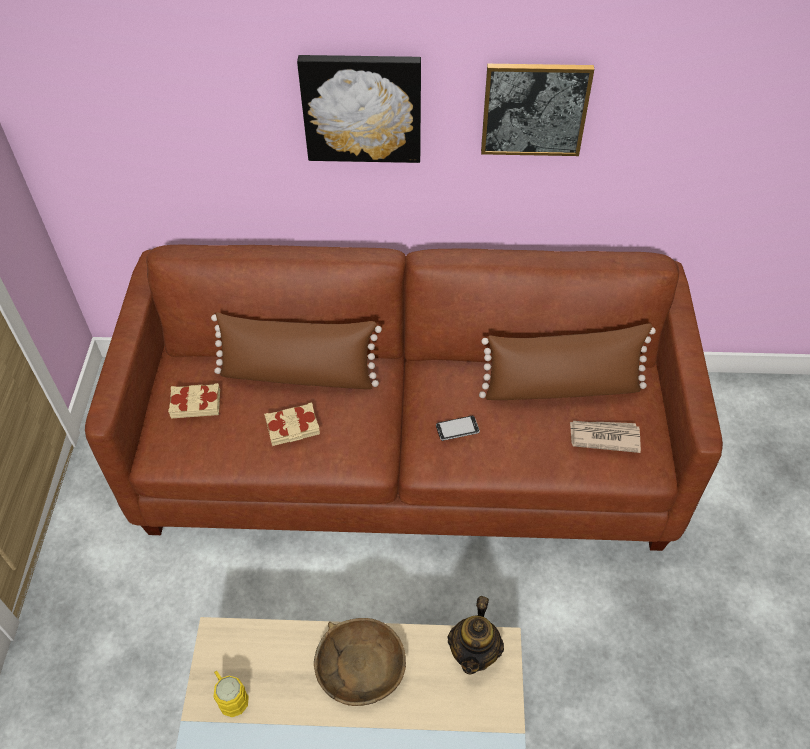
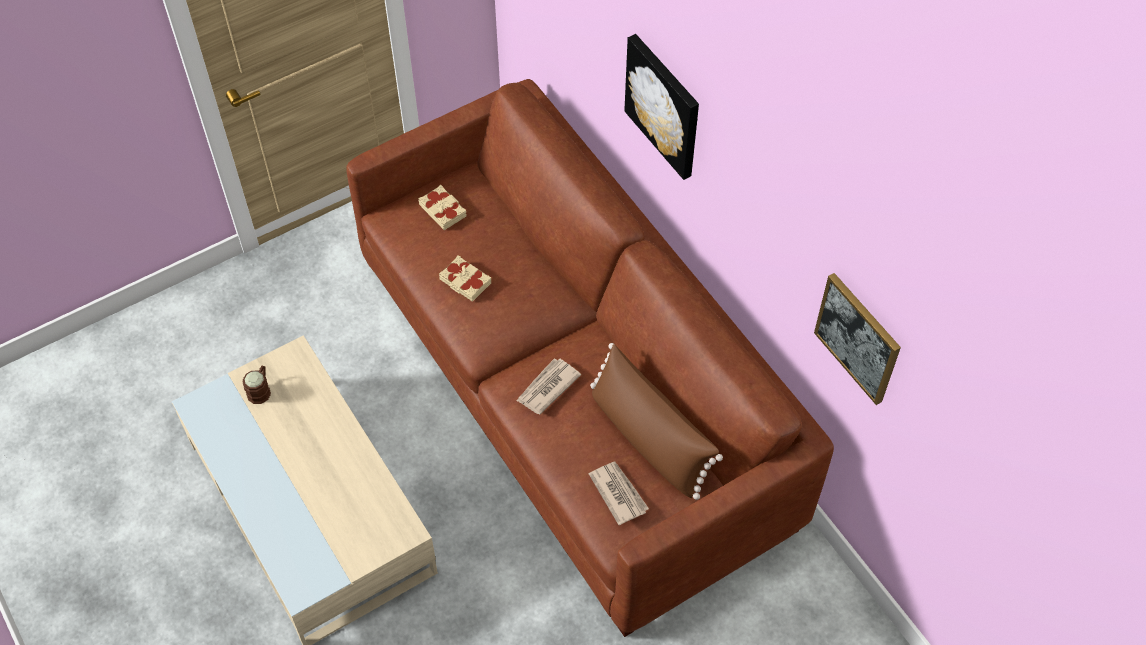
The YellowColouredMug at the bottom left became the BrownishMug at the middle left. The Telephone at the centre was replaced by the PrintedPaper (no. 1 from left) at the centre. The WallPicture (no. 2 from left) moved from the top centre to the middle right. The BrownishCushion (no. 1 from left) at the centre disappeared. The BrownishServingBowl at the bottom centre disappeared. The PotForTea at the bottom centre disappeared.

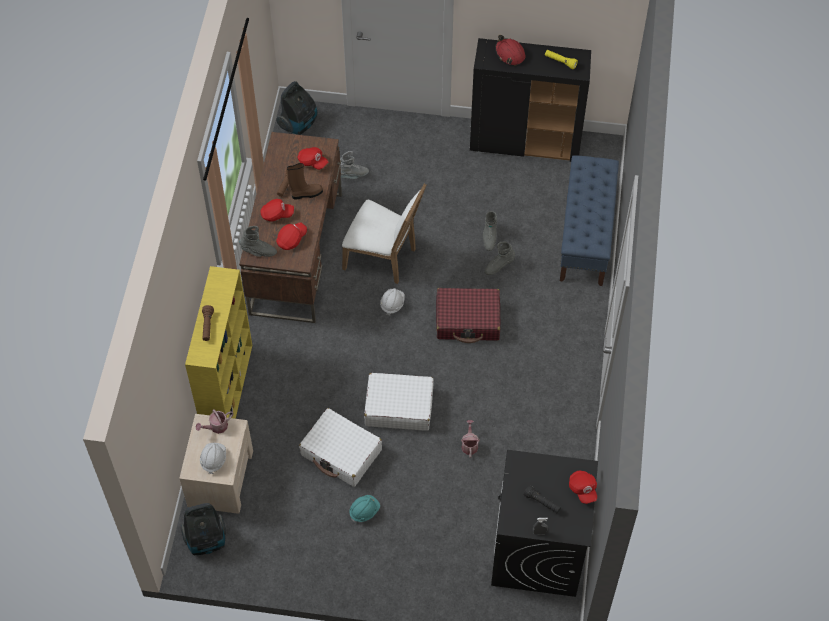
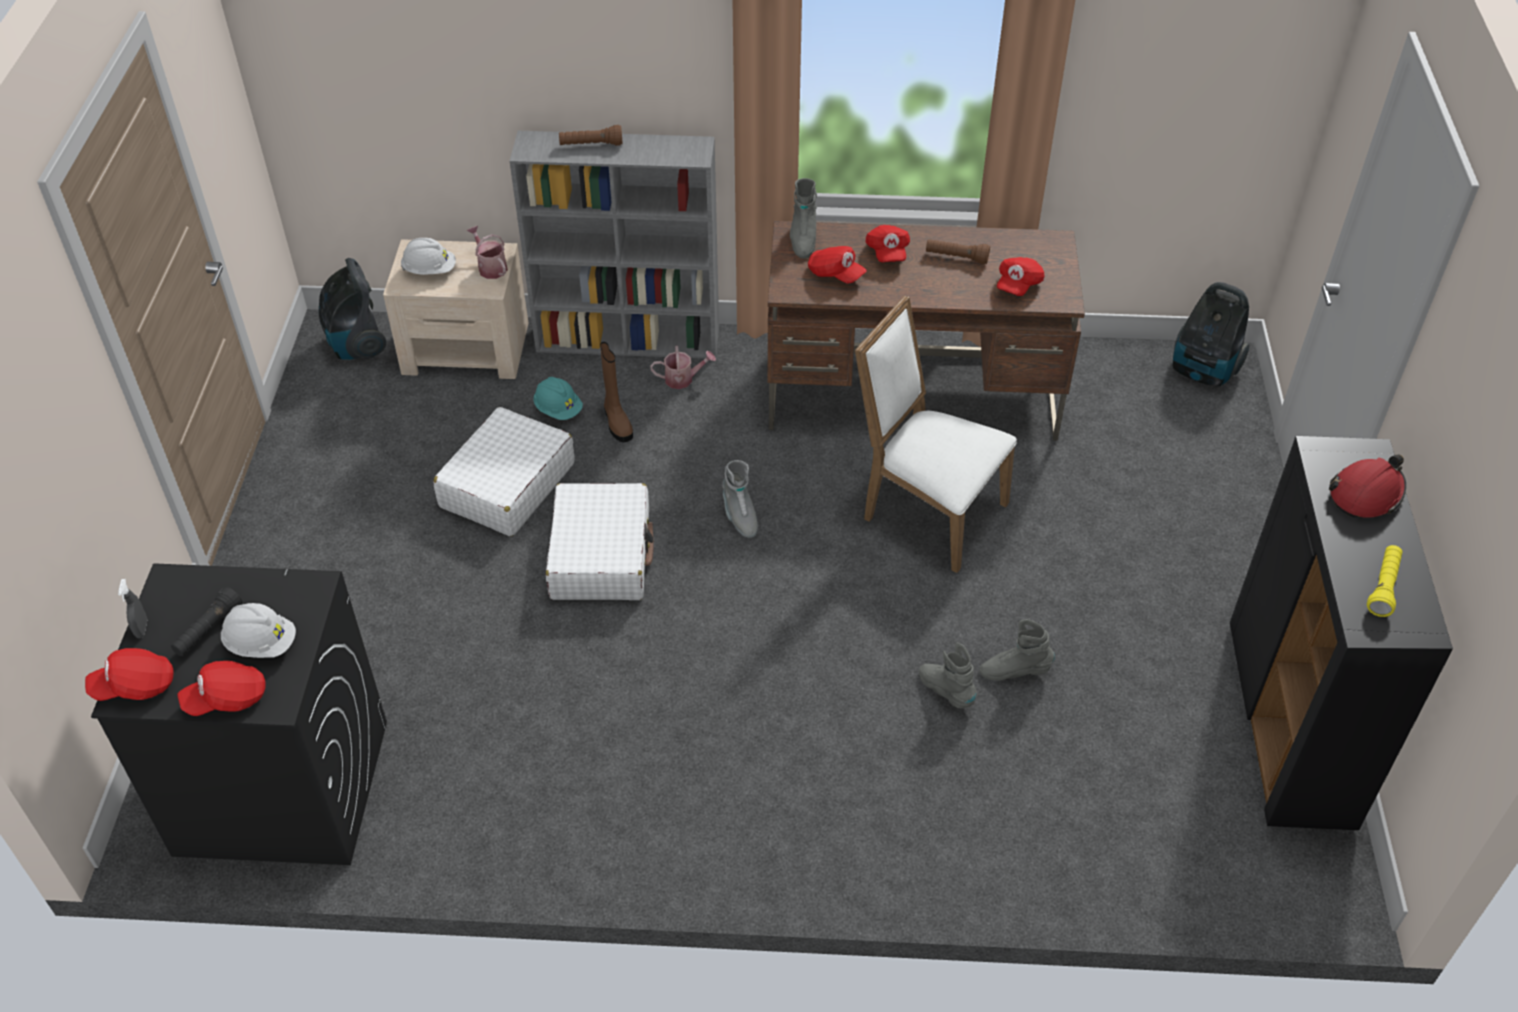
The ReddishCap (no. 1 from left) at the middle left appeared. The WhitishWorkHelmet (no. 2 from left in the first image) moved from the centre to the middle left. The YellowColouredShelvingUnit at the middle left became the GrayShelvingUnit at the top centre. The TurquoiseColouredWorkHelmet moved from the bottom centre to the centre. The BrownishHighTopBoot moved from the top centre to the centre. The SprinklingCan (no. 2 from left) moved from the bottom centre to the centre. The GrayHighTopBoot (no. 2 from left in the first image) moved from the top centre to the centre. The WhitishPlainChair at the centre turned 105 degrees clockwise. The ReddishSuitcase at the centre disappeared. The BluishBench at the middle right disappeared.

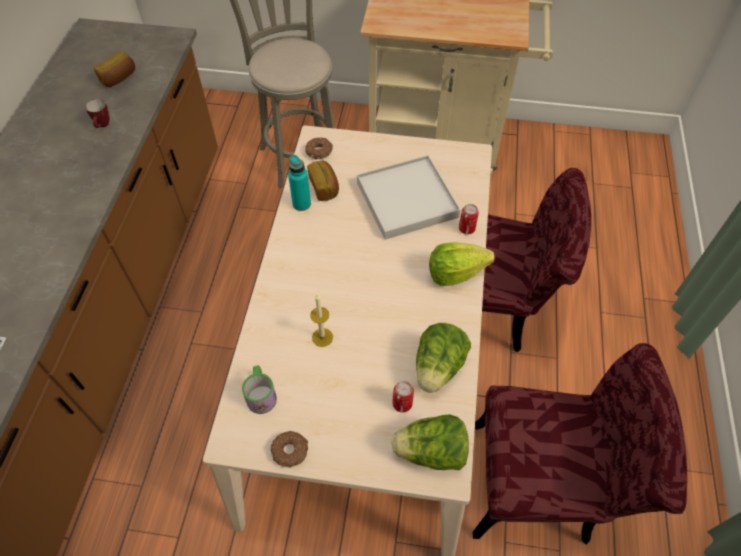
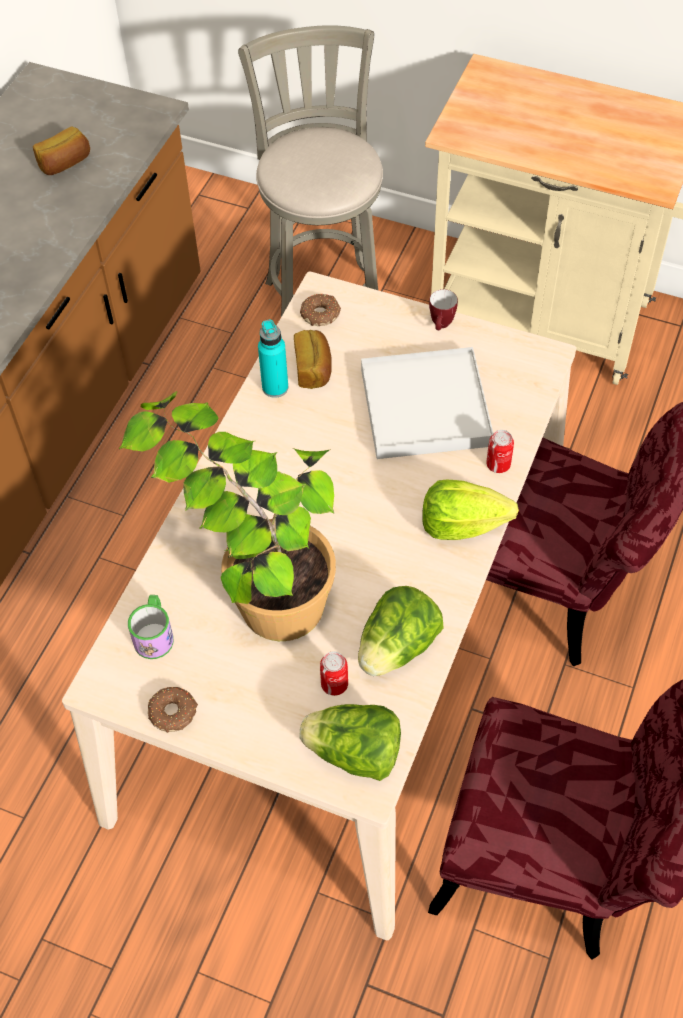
The WaxLight at the centre was replaced by the PlantInAPot at the middle left. The Mug (no. 1 from left in the first image) moved from the top left to the top centre.

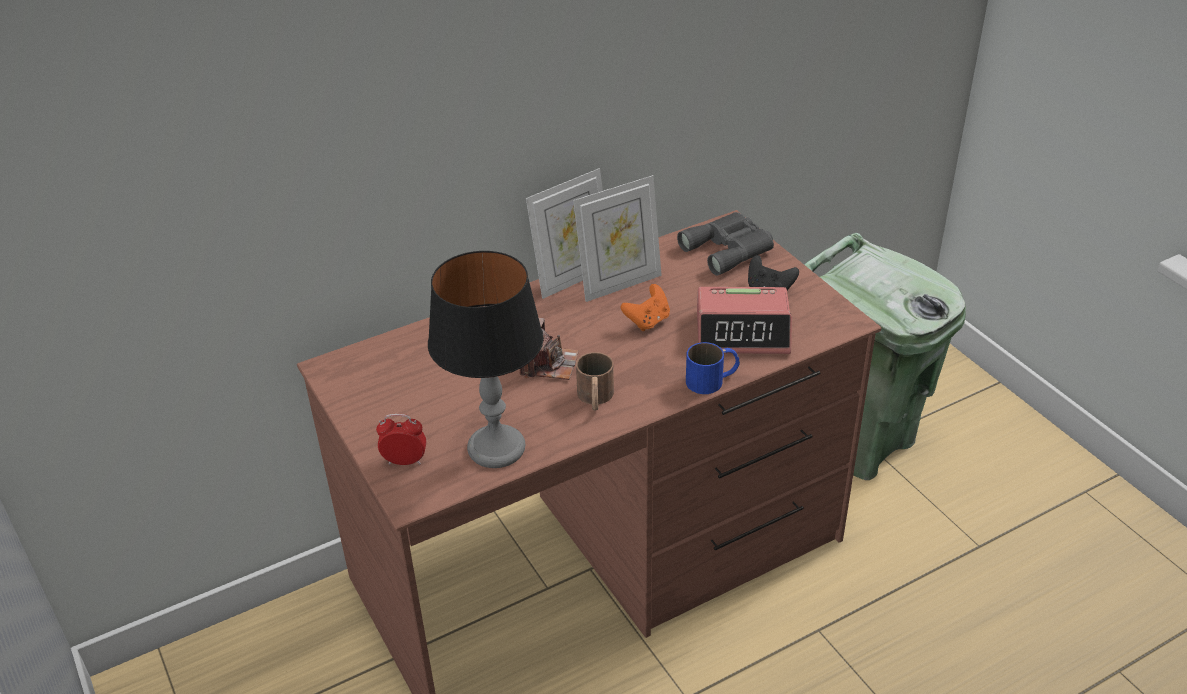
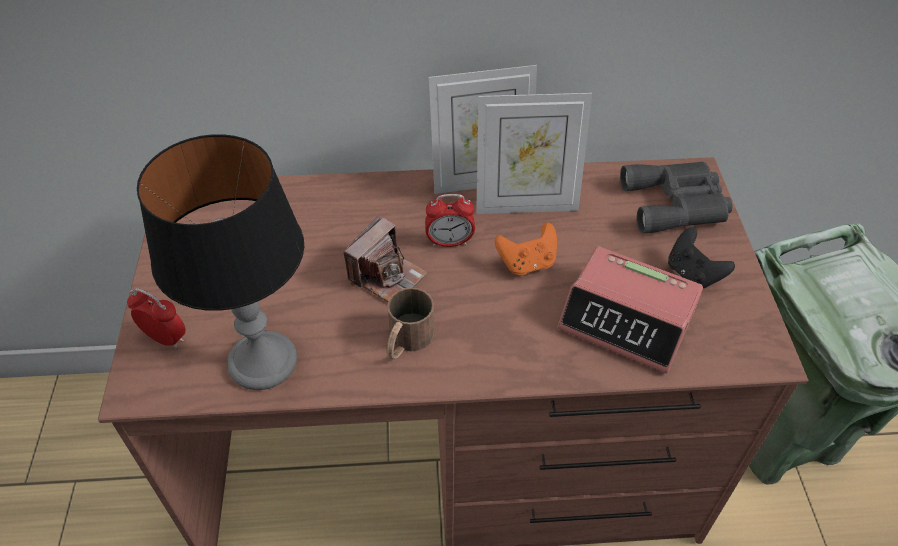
The BedsideClock (no. 2 from left) at the centre appeared. The BluishMug at the centre disappeared.

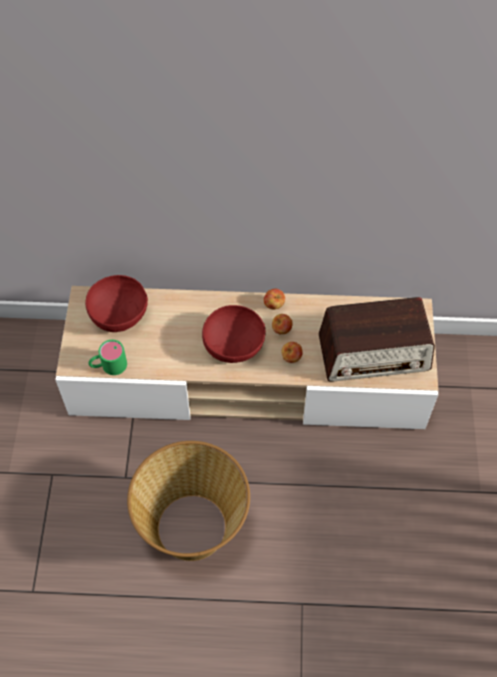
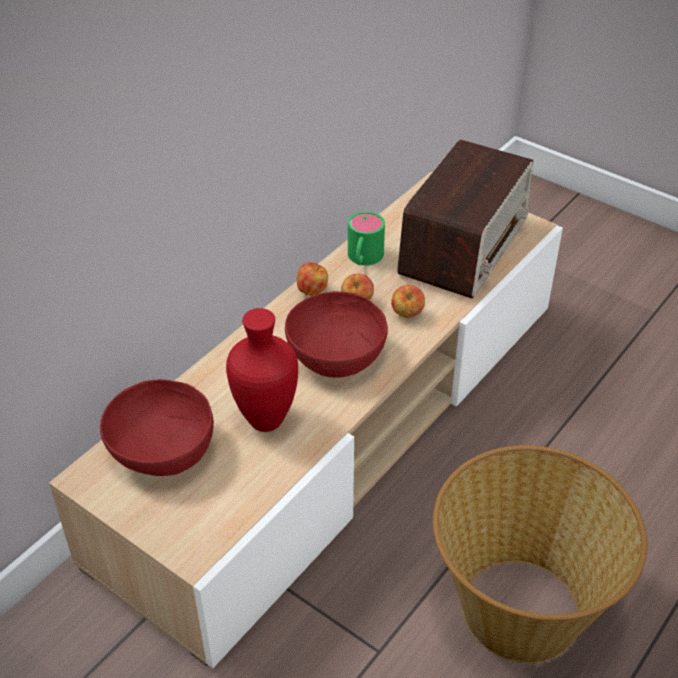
The ReddishVase at the centre appeared. The GreenColouredMug moved from the middle left to the centre.

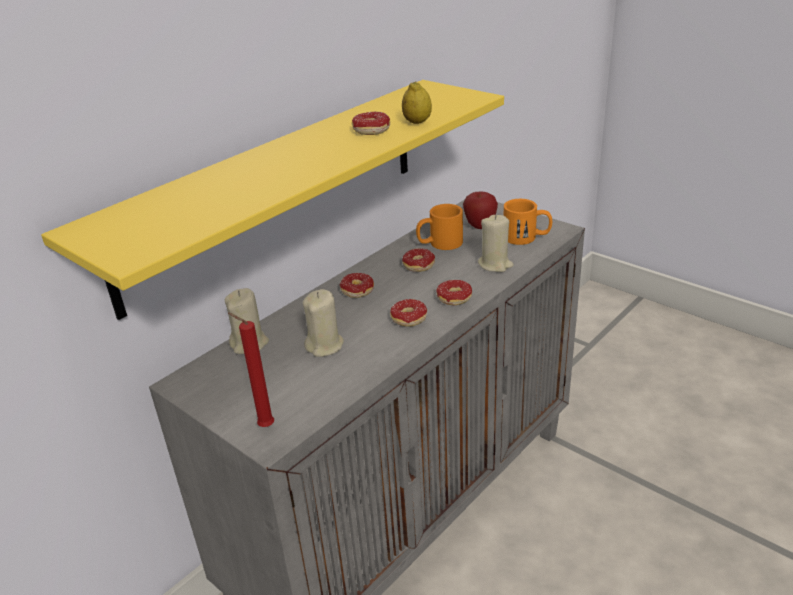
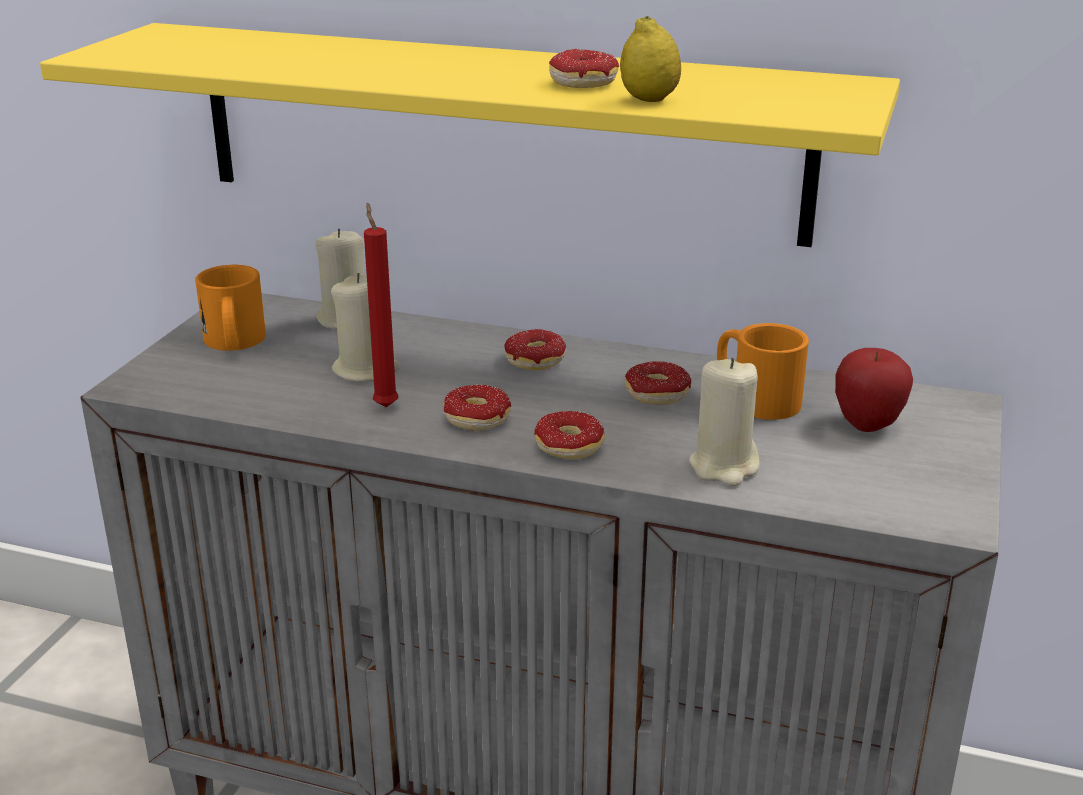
The OrangeMug (no. 2 from left in the first image) moved from the centre to the middle left. The ReddishWaxLight moved from the middle left to the centre.

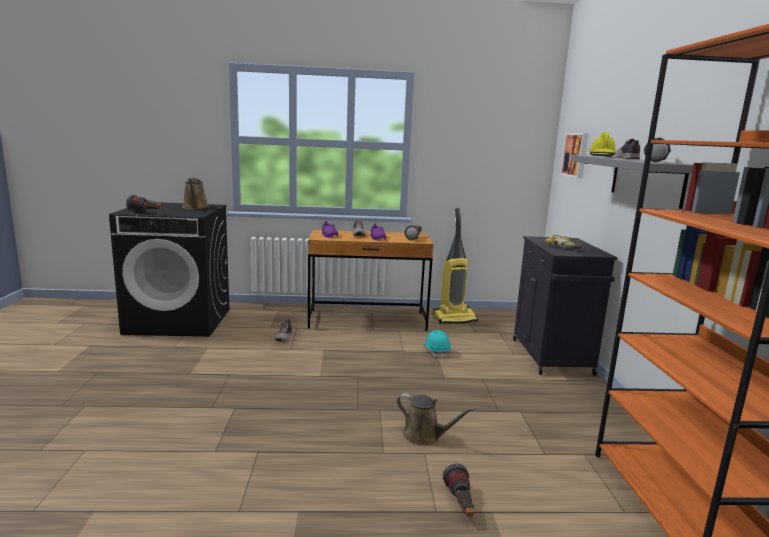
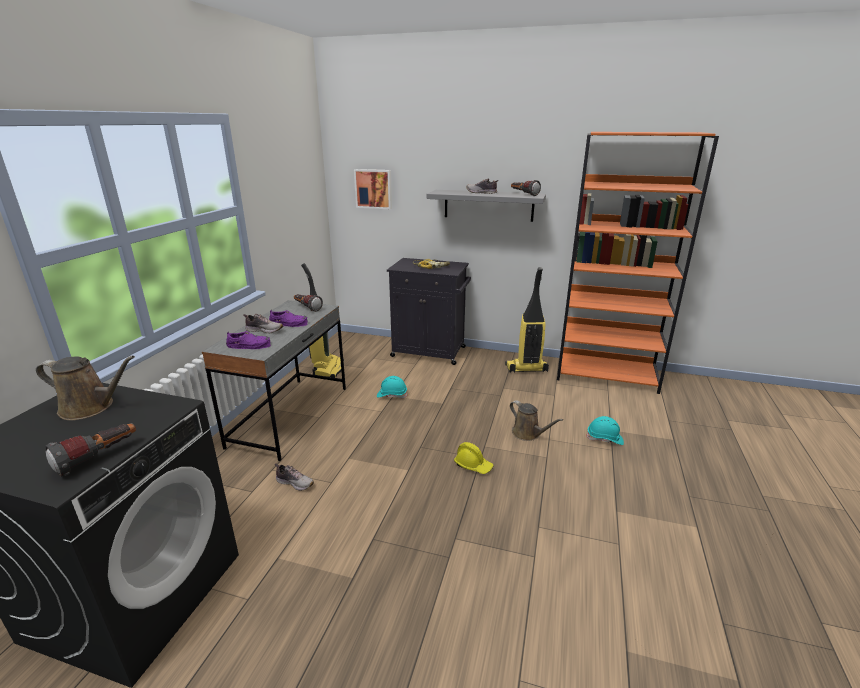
The BrownishDeskUnit at the centre became the GrayDeskUnit at the middle left. The YellowColouredWorkHelmet moved from the top right to the centre. The VacuumCleaner (no. 2 from left) at the centre appeared. The BrownishSprinklingCan (no. 2 from left) at the bottom centre turned 90 degrees clockwise. The HandTorch (no. 3 from left) at the bottom centre was replaced by the TurquoiseColouredWorkHelmet (no. 2 from left) at the middle right.

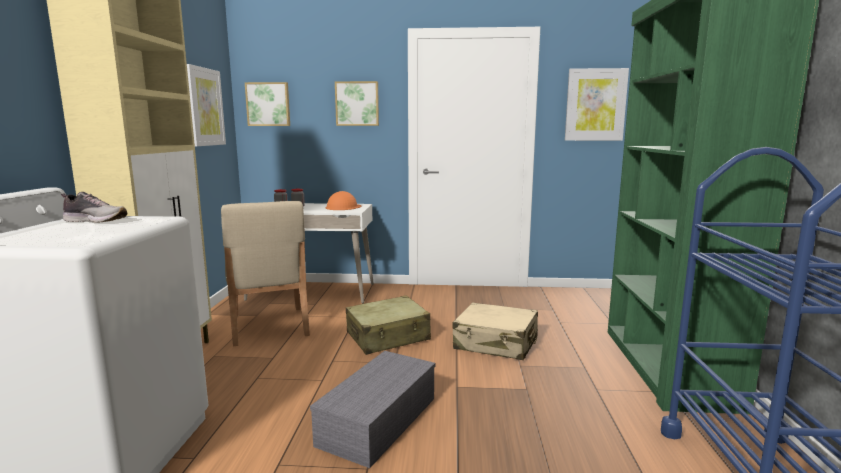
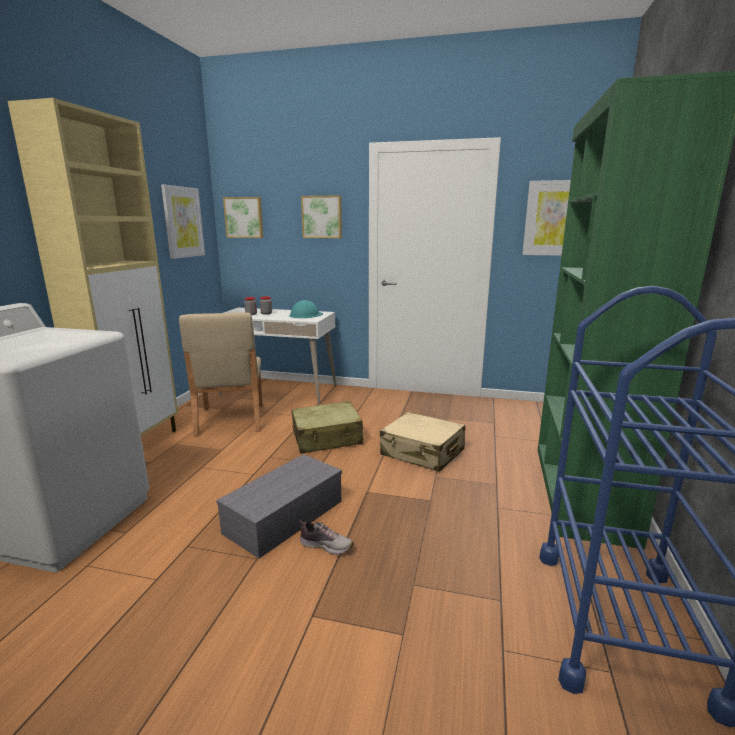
The OrangeWorkHelmet at the centre became the TurquoiseColouredWorkHelmet at the centre. The ItemOfFootwear moved from the middle left to the bottom centre.

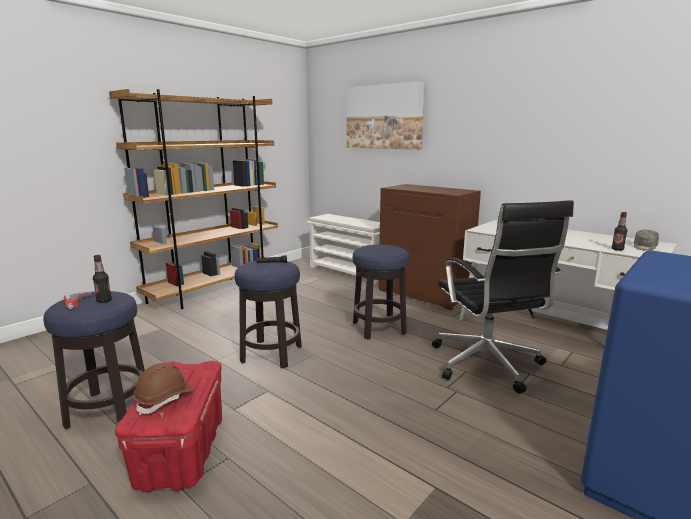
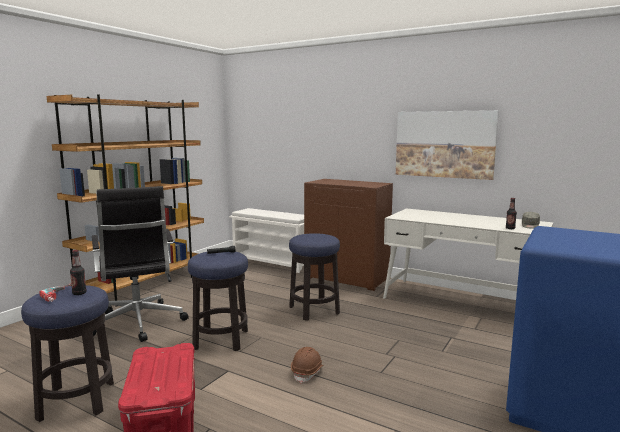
The BlackColouredDeskChair moved from the middle right to the middle left. The BrownishWorkHelmet moved from the bottom left to the bottom centre. The WallPicture moved from the top centre to the middle right.

